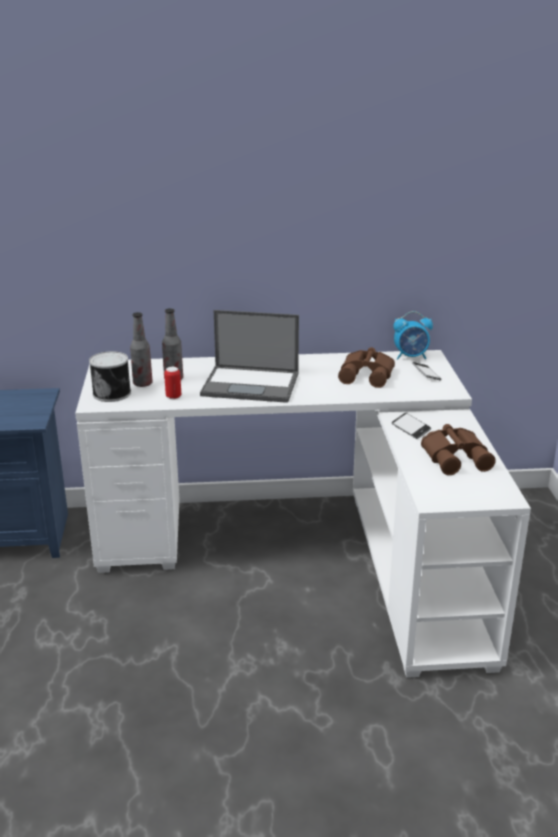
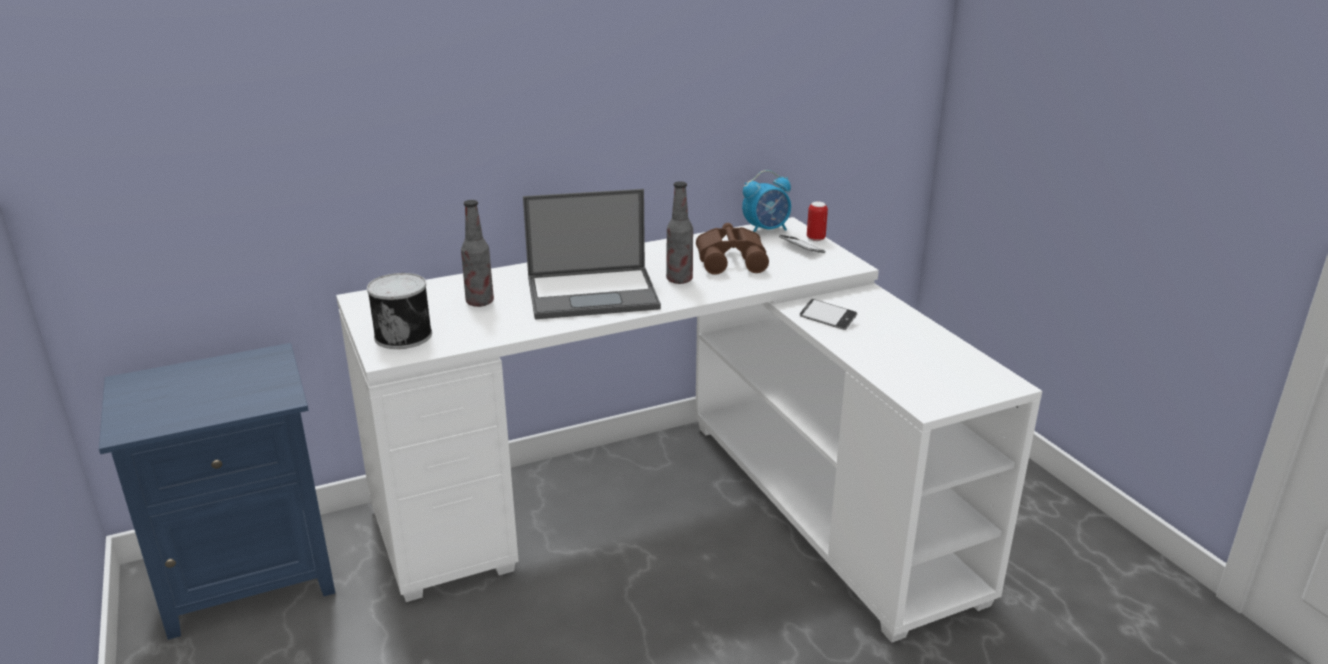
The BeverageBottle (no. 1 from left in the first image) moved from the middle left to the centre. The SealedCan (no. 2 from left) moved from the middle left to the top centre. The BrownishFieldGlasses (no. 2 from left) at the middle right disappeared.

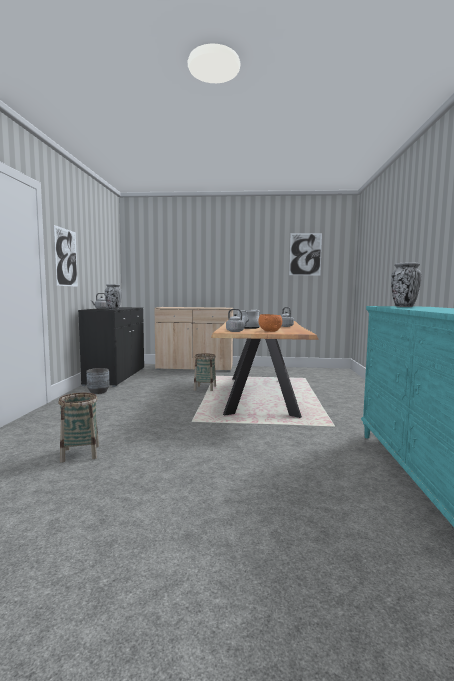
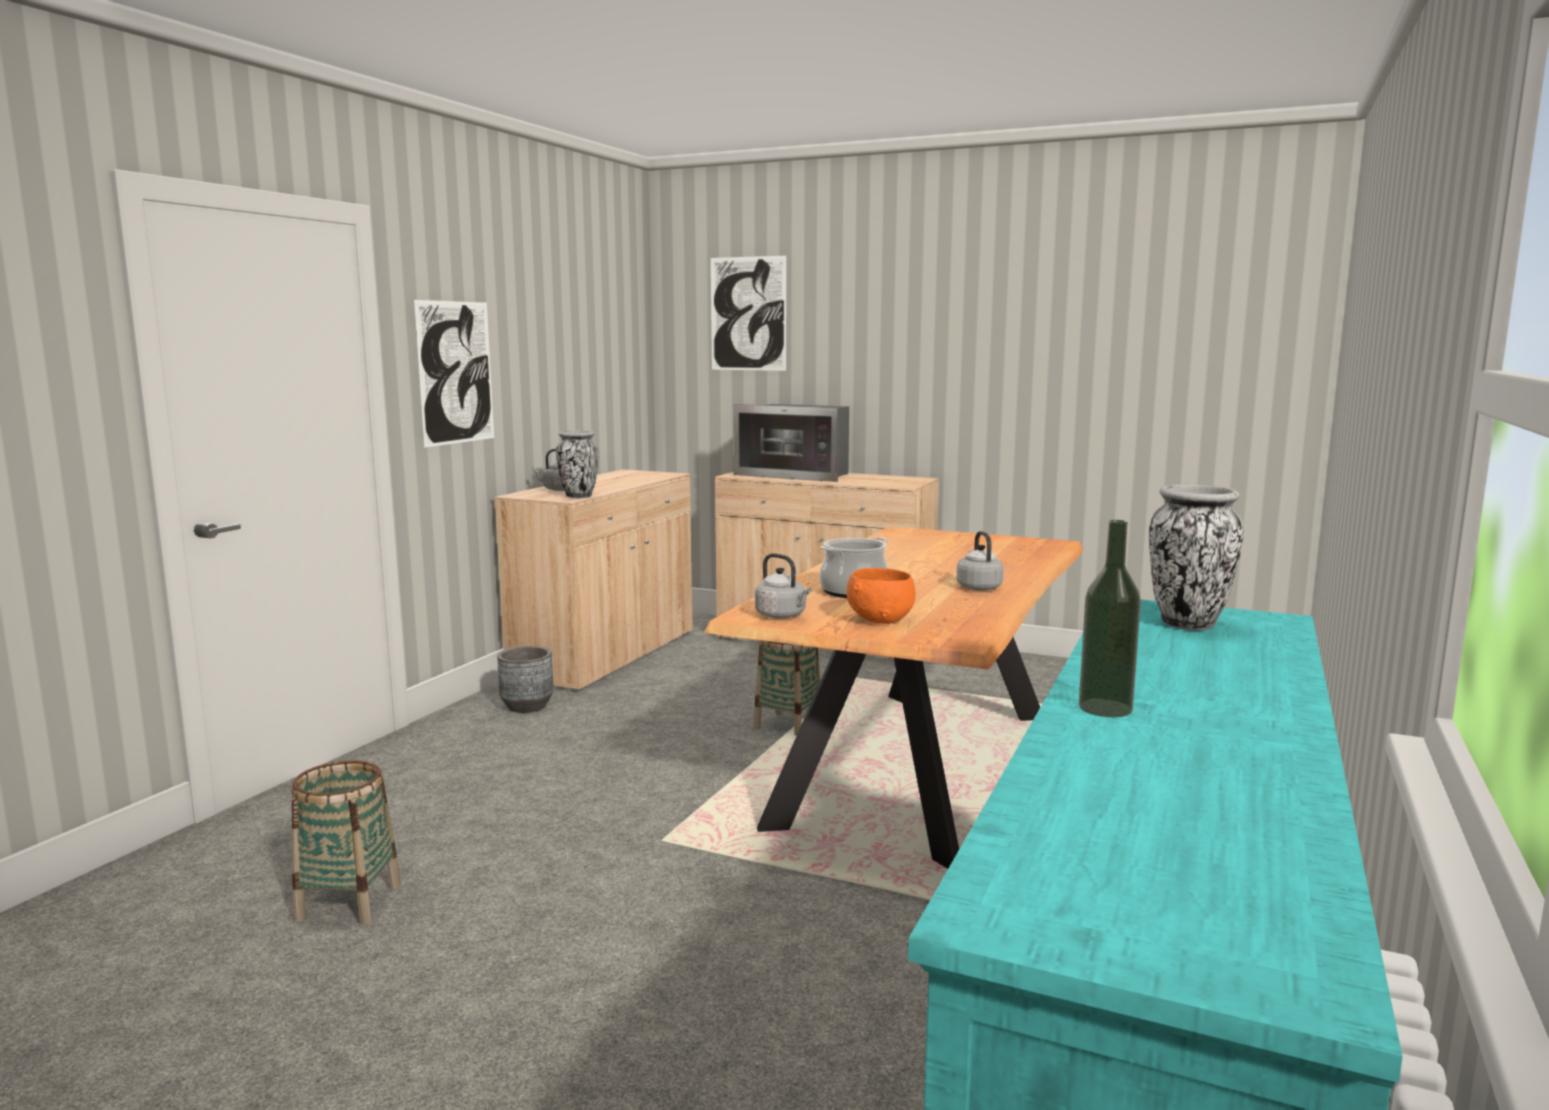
The BlackColouredCabinet at the middle left became the SandColouredCabinet (no. 1 from left) at the centre. The WallPicture (no. 2 from left) moved from the middle right to the top centre. The Microwave at the centre appeared. The BeverageBottle at the middle right appeared.

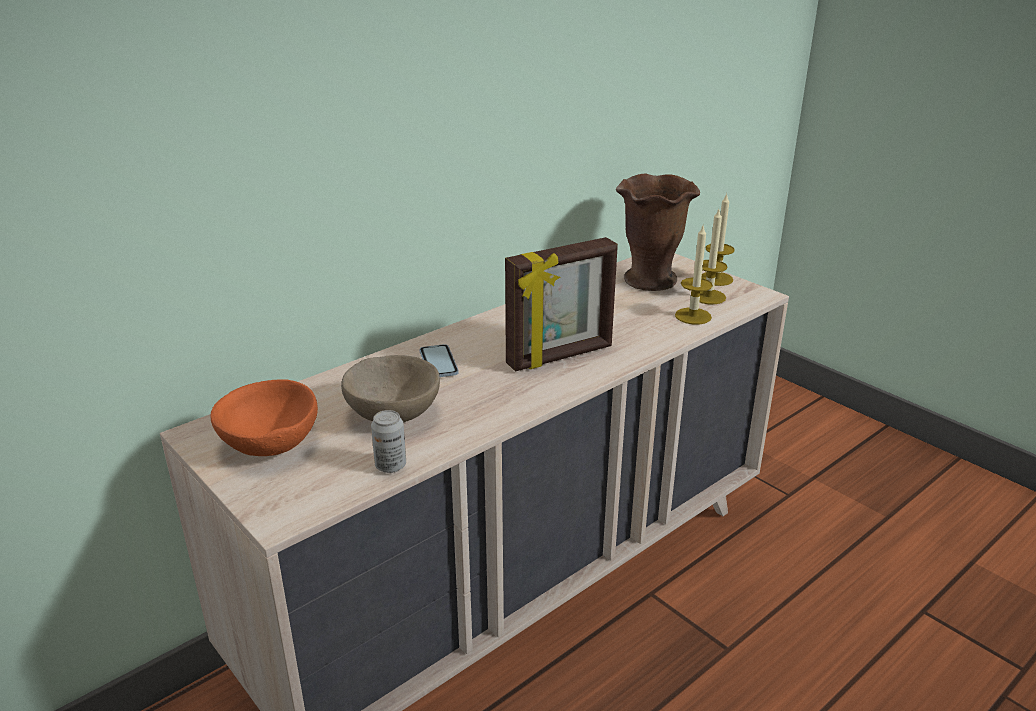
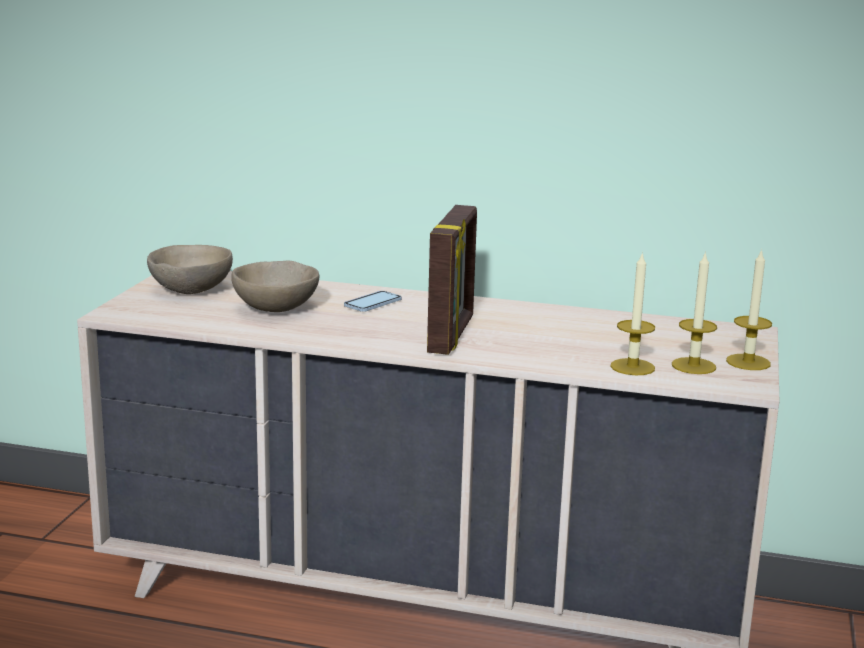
The OrangeServingBowl at the middle left became the SandColouredServingBowl (no. 1 from left) at the middle left. The StandingFrame at the centre turned 105 degrees counterclockwise. The SealedCan at the centre disappeared. The BrownishVase at the top centre disappeared.

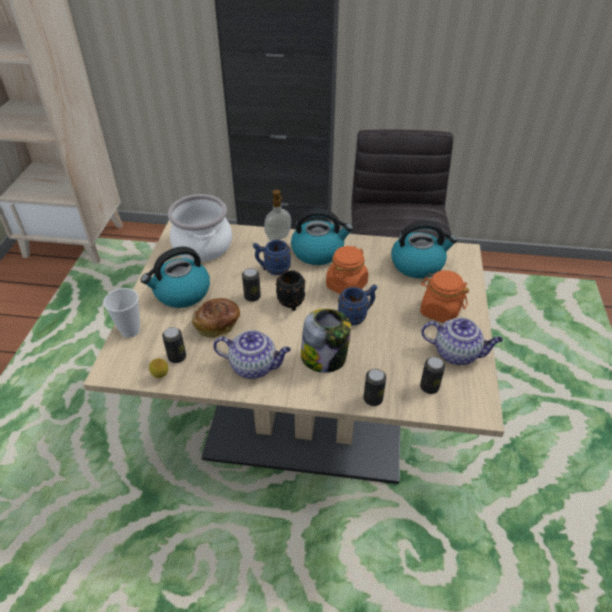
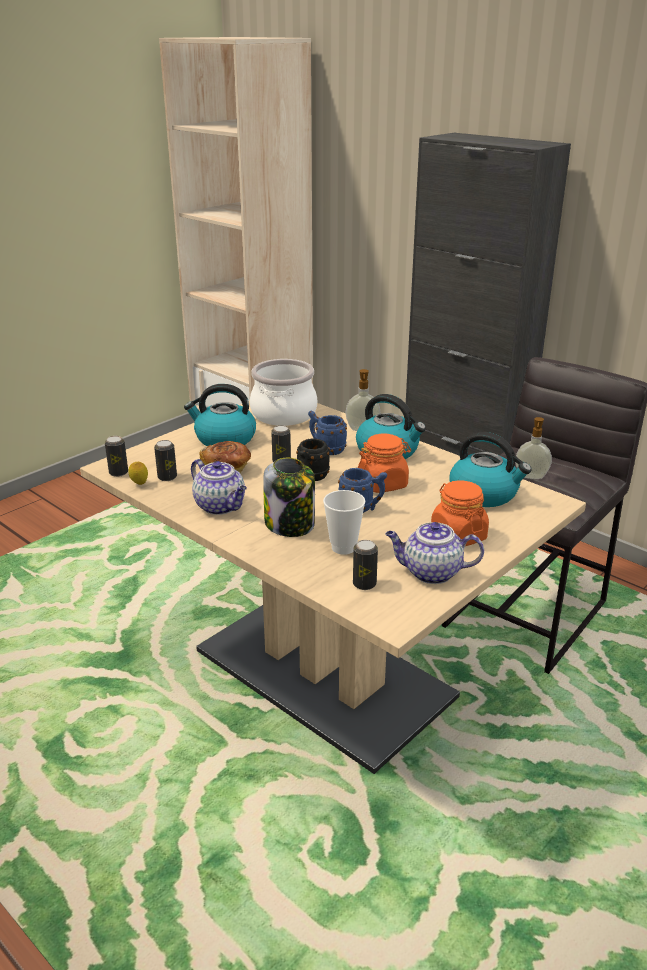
The SealedCan (no. 3 from left in the first image) moved from the centre to the middle left. The DrinkingCup moved from the middle left to the centre. The PotForTea (no. 2 from left) at the middle right turned 135 degrees clockwise. The SoapDispenser (no. 2 from left) at the middle right appeared.

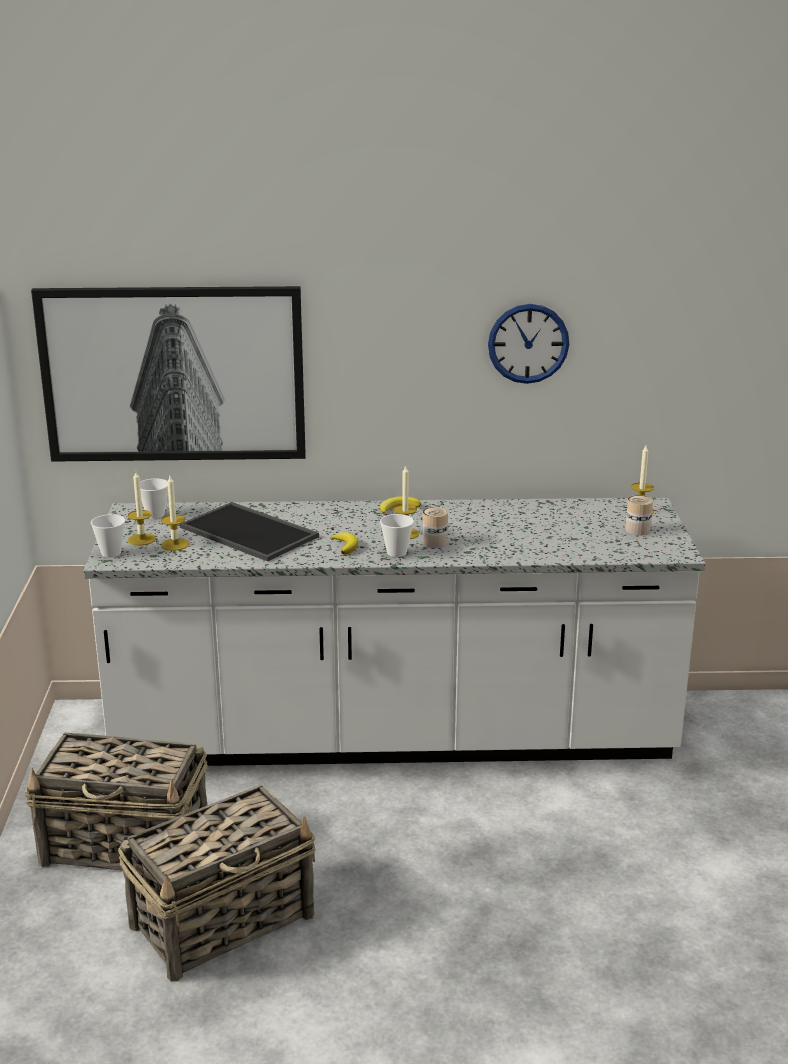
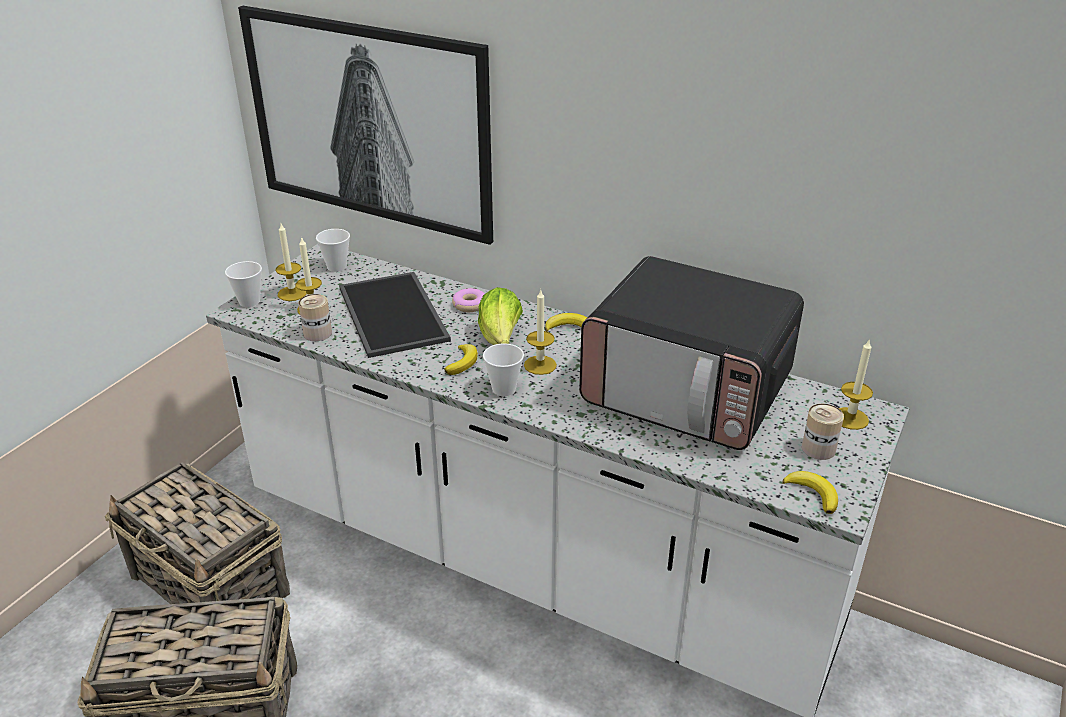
The SealedCan (no. 1 from left) moved from the centre to the middle left. The Donut at the centre appeared. The HeadOfLettuce at the centre appeared. The Microwave at the centre appeared. The Banana (no. 3 from left) at the bottom right appeared. The ClockOnTheWall at the top right disappeared.

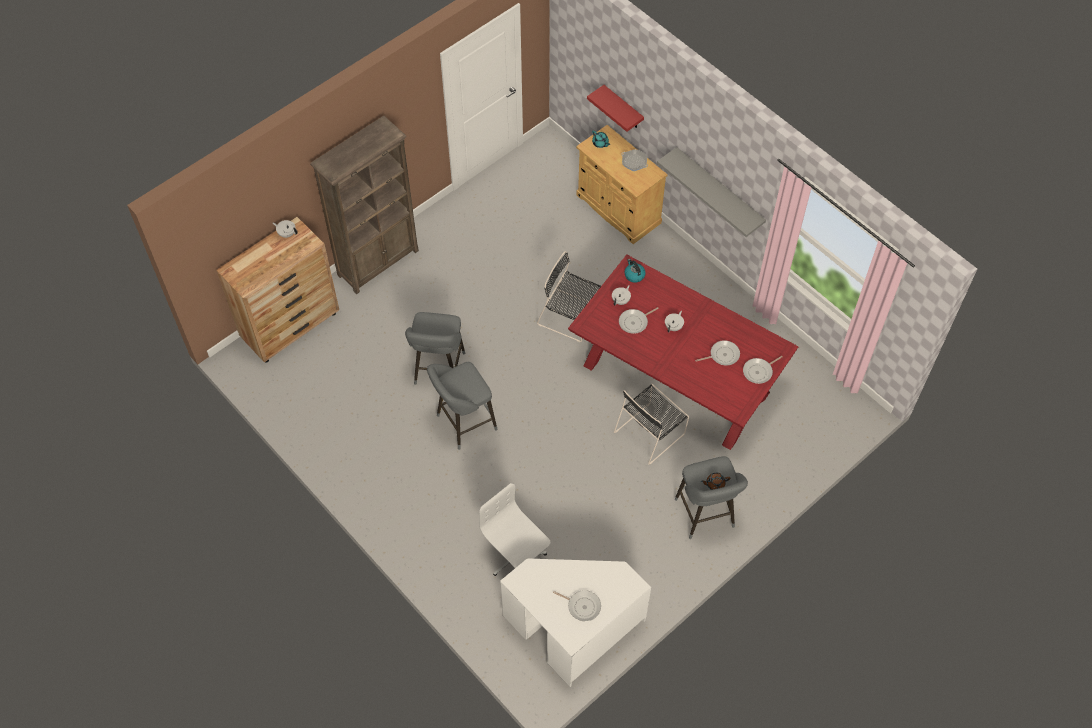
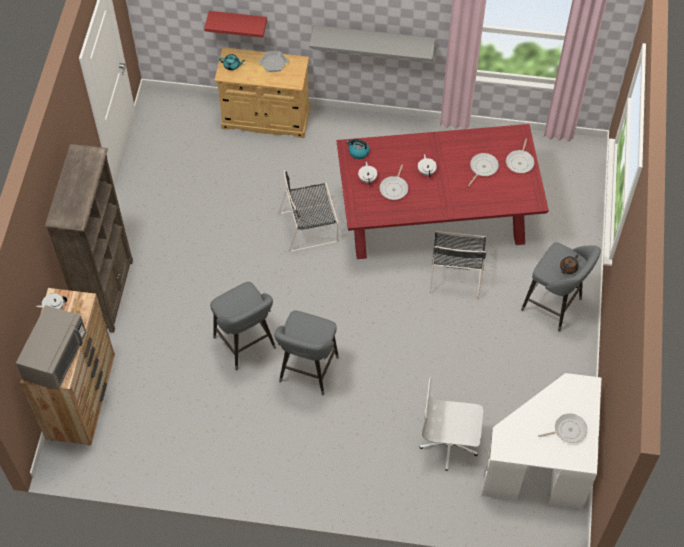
The GrayMicrowave at the middle left appeared.

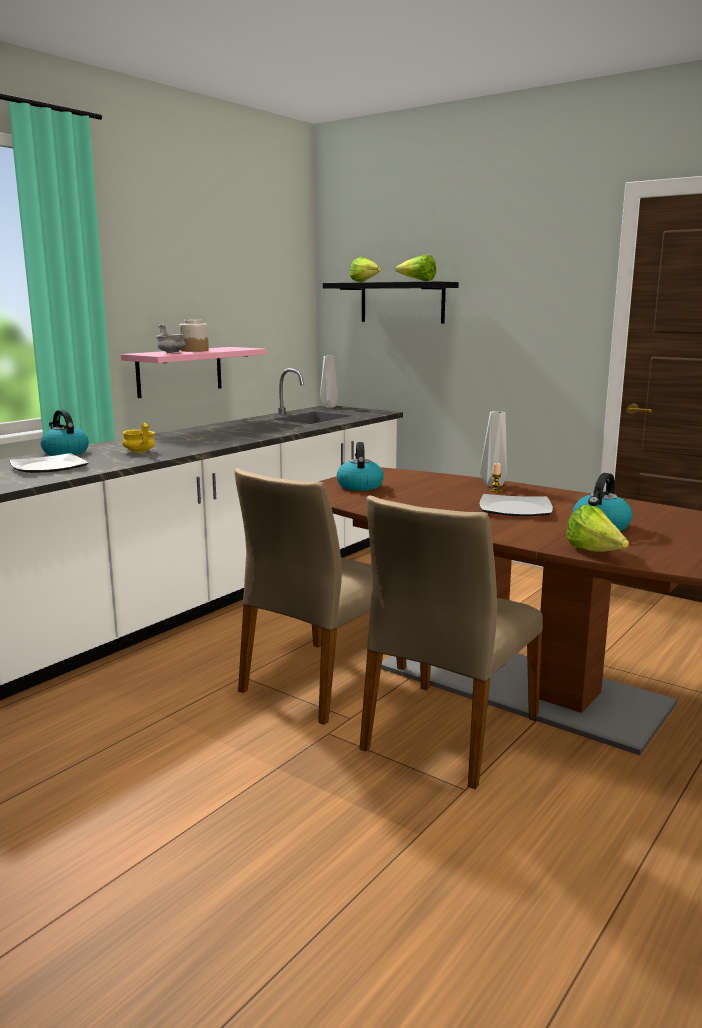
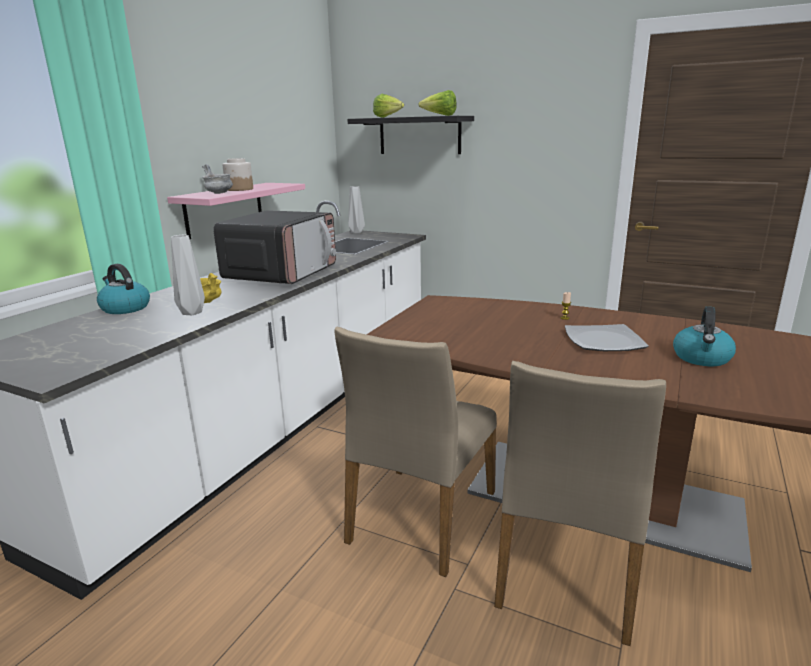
The GrayVase (no. 2 from left in the first image) moved from the middle right to the middle left. The Microwave at the centre appeared. The Plate (no. 1 from left) at the middle left disappeared. The WaterKettle (no. 2 from left) at the centre disappeared. The HeadOfLettuce (no. 3 from left) at the middle right disappeared.

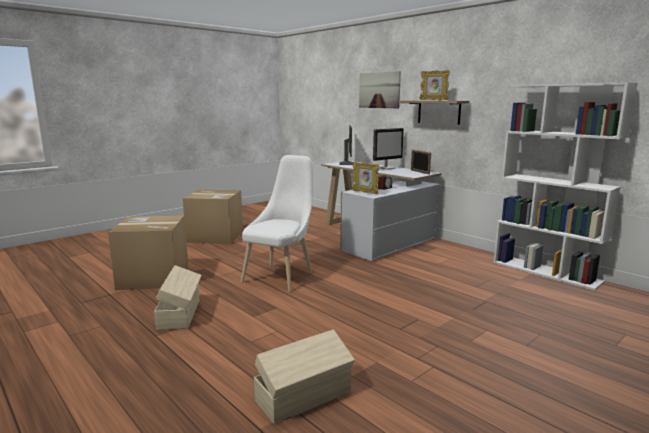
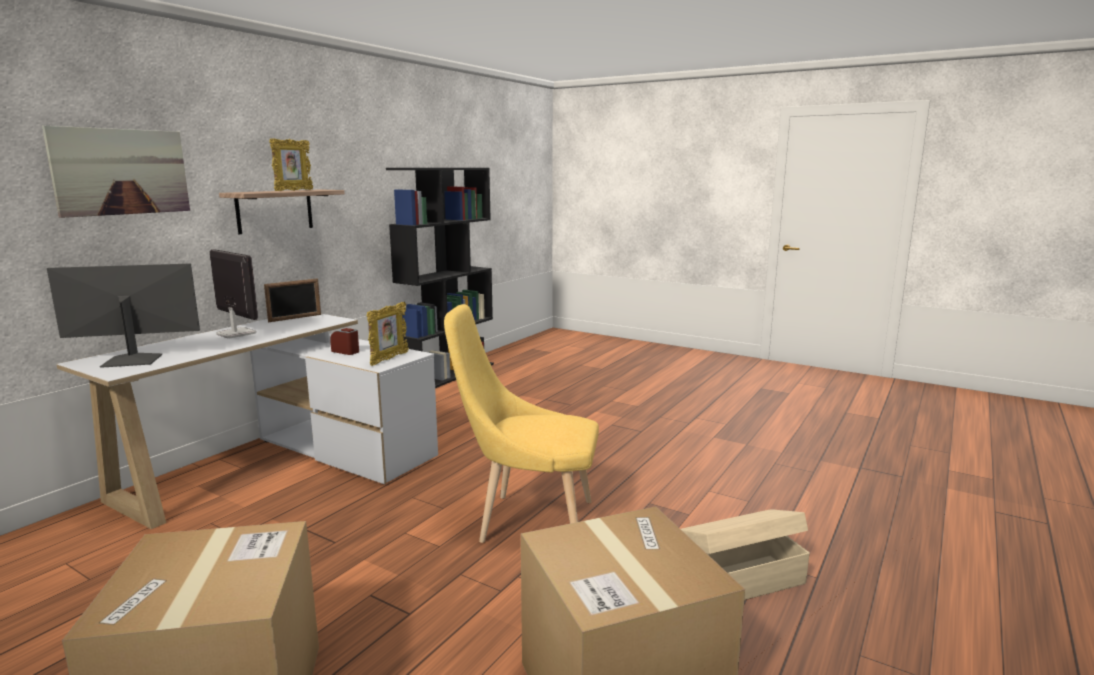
The WhitishShelvingUnit at the middle right became the BlackColouredShelvingUnit at the centre. The WhitishPlainChair at the centre became the YellowColouredPlainChair at the centre. The SandColouredStorageContainer (no. 2 from left) at the bottom centre disappeared.

